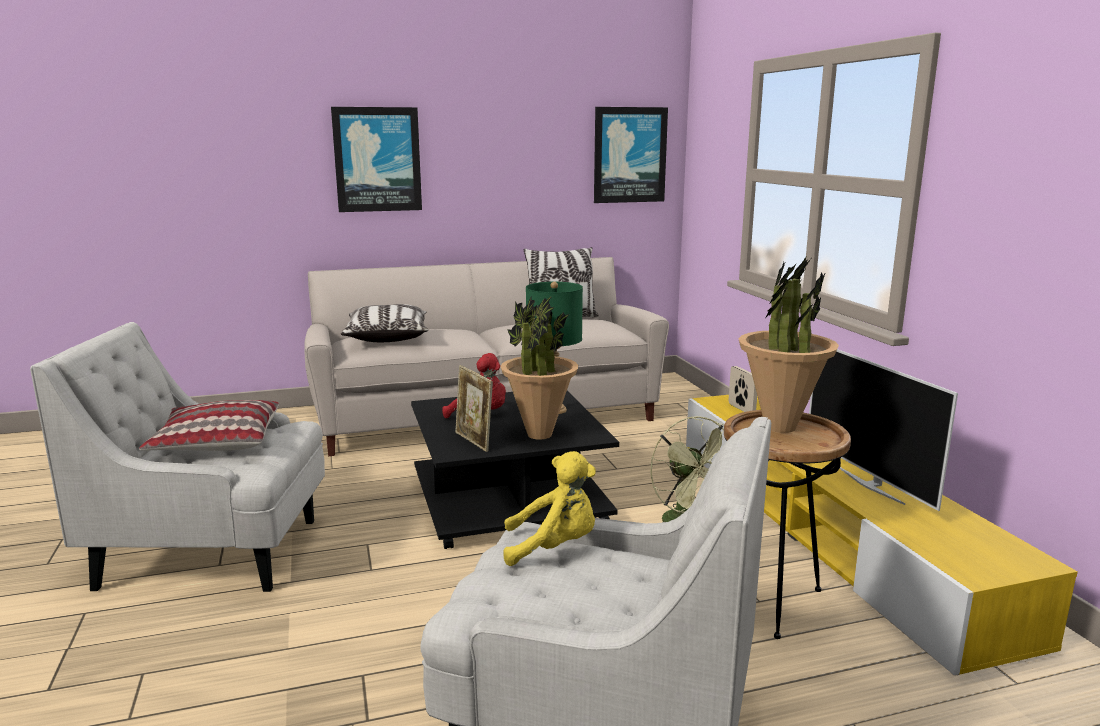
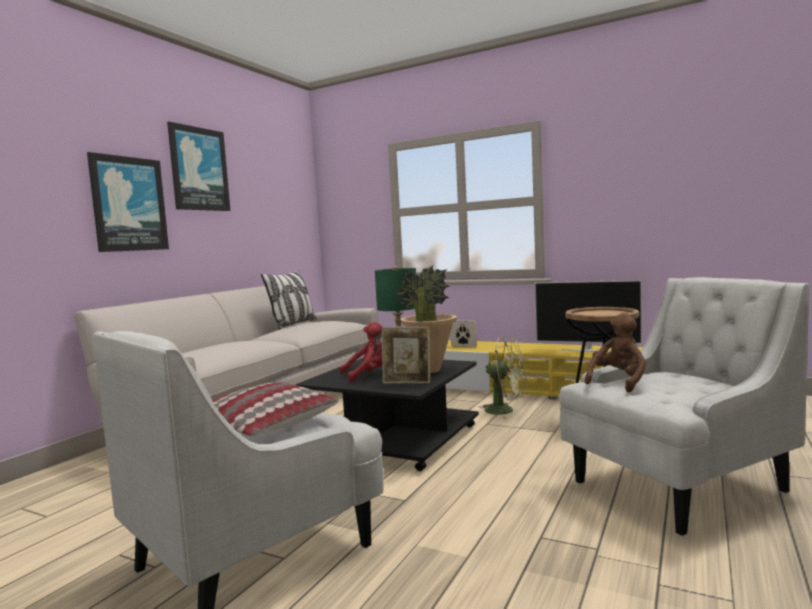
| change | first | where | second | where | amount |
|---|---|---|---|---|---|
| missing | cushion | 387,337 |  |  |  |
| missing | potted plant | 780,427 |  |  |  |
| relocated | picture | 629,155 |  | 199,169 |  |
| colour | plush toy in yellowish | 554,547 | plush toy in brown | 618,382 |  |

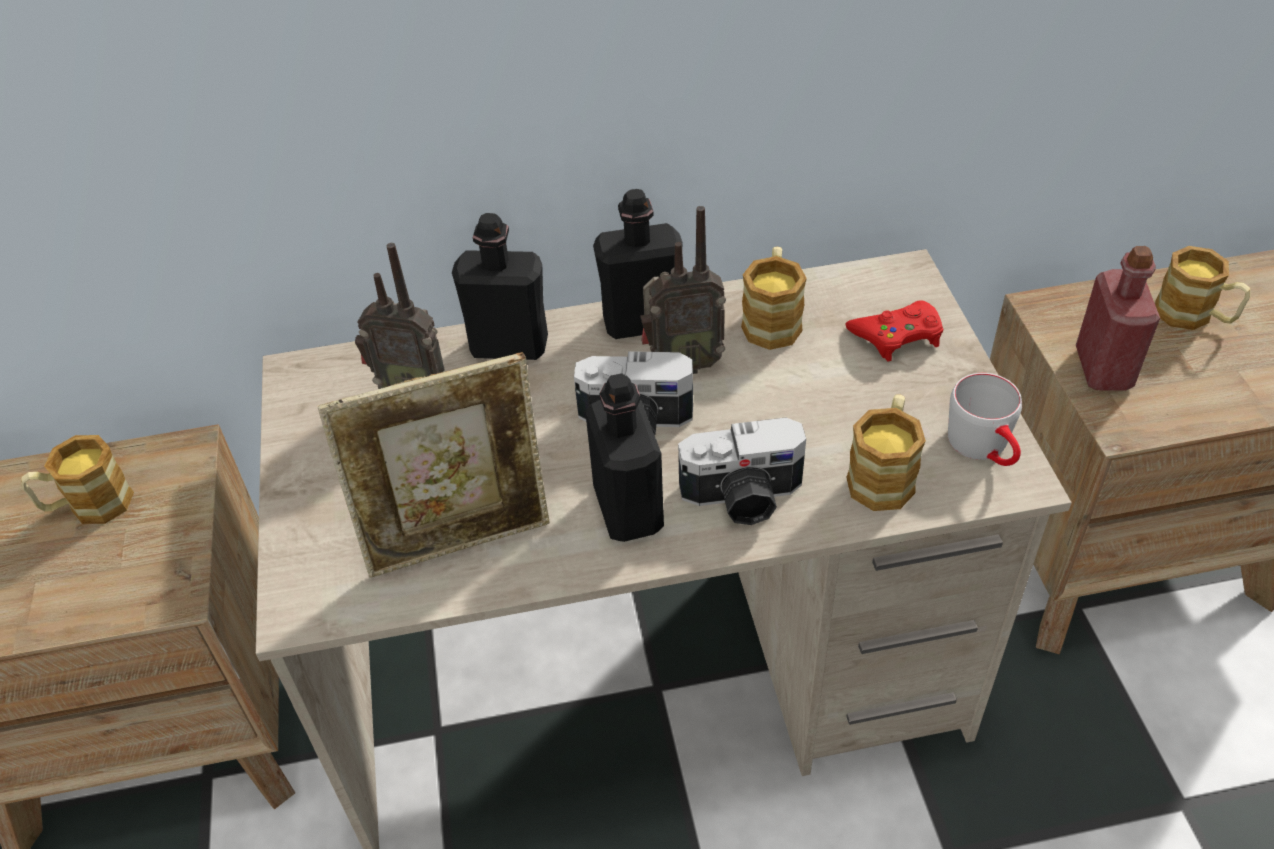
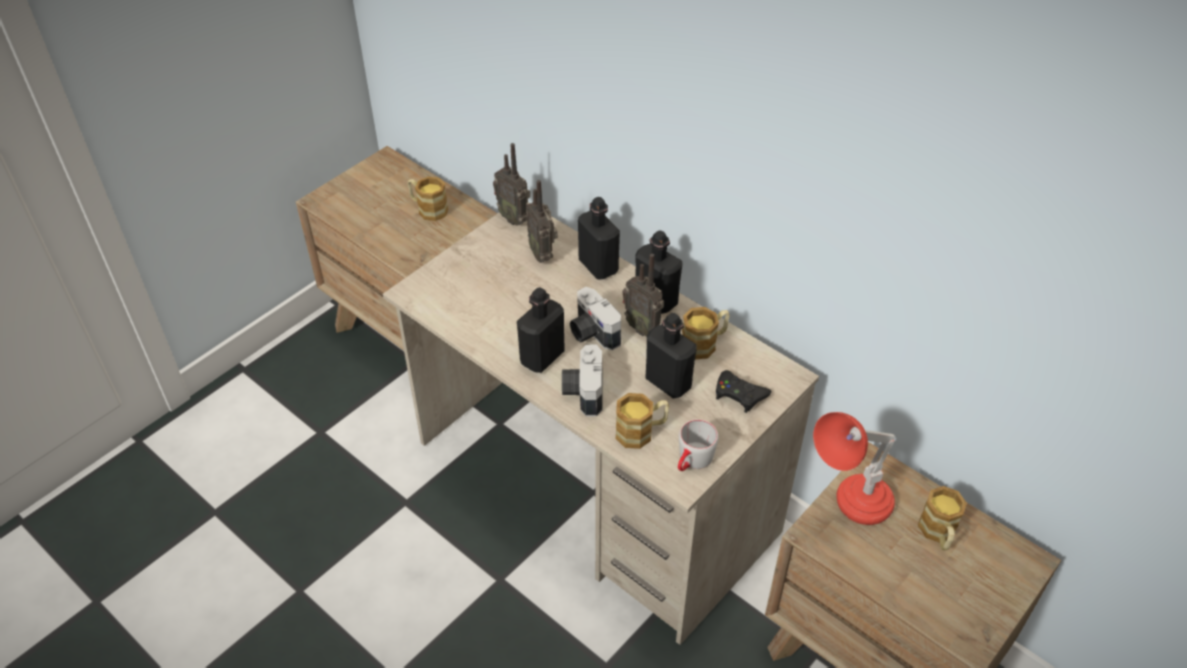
| change | first | where | second | where | amount |
|---|---|---|---|---|---|
| missing | standing frame | 460,541 |  |  |  |
| appeared |  |  | radio | 514,218 |  |
| appeared |  |  | beverage bottle in black-coloured | 668,382 |  |
| exchanged | beverage bottle in red | 1103,368 | tabletop lamp in red | 849,508 |  |
| colour | game controller in red | 897,335 | game controller in black-coloured | 739,394 |  |
| spun | still camera | 743,498 |  | 582,391 | 45 degrees clockwise |

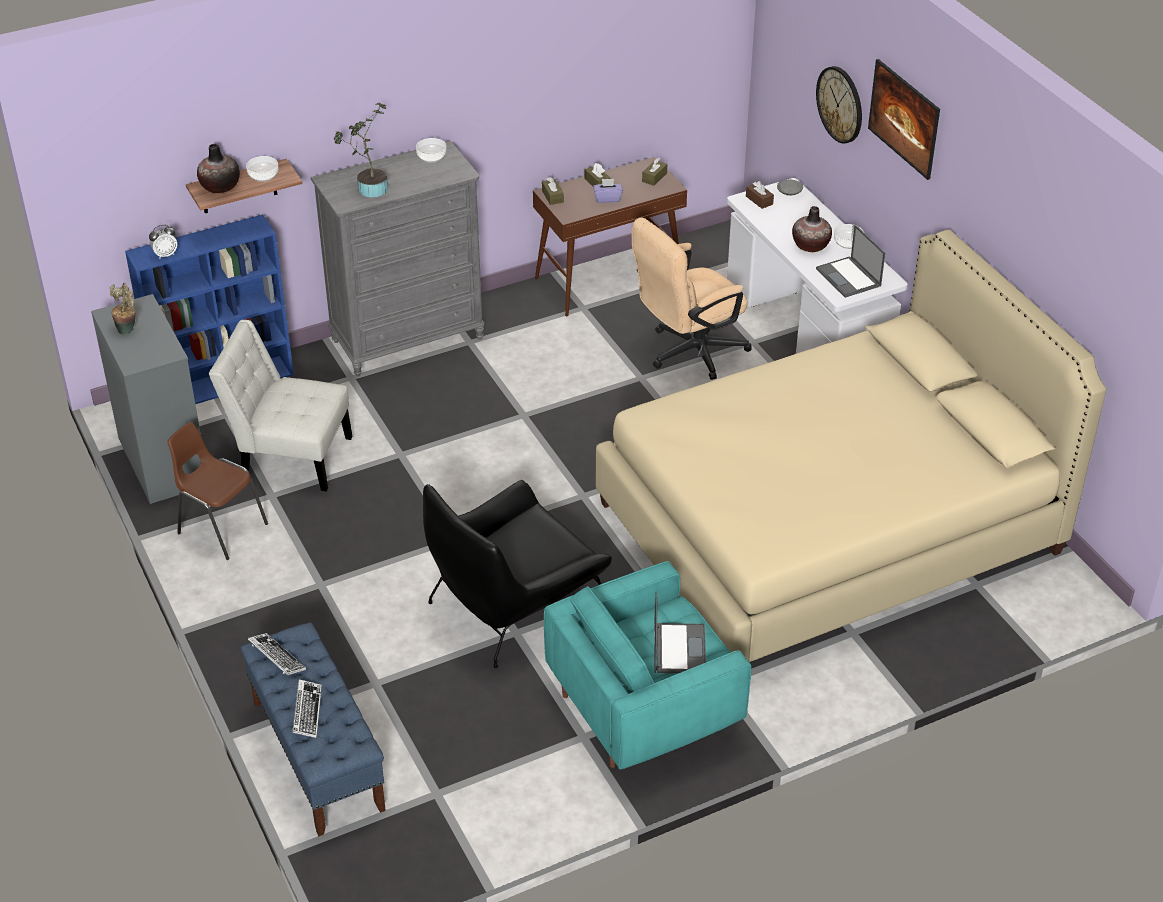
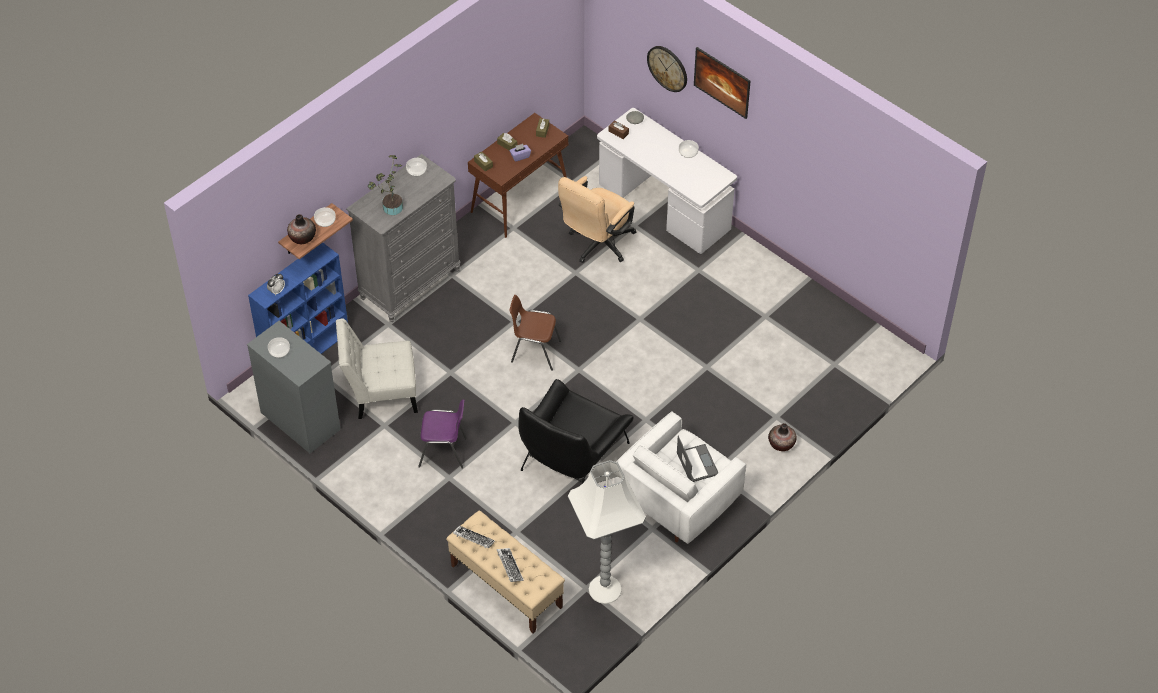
| change | first | where | second | where | amount |
|---|---|---|---|---|---|
| missing | sleeping bed in beige-coloured | 828,527 |  |  |  |
| missing | notebook computer | 849,278 |  |  |  |
| appeared |  |  | plain chair in purple-coloured | 444,452 |  |
| appeared |  |  | floor lamp in white | 604,589 |  |
| relocated | plain chair in brown | 220,528 |  | 534,351 |  |
| relocated | flower vase | 810,246 |  | 781,444 |  |
| exchanged | potted plant | 127,329 | bowl | 279,351 |  |
| colour | long seat in bluish | 317,755 | long seat in beige-coloured | 506,586 |  |
| colour | lounge chair in turquoise | 646,706 | lounge chair in white | 679,499 |  |

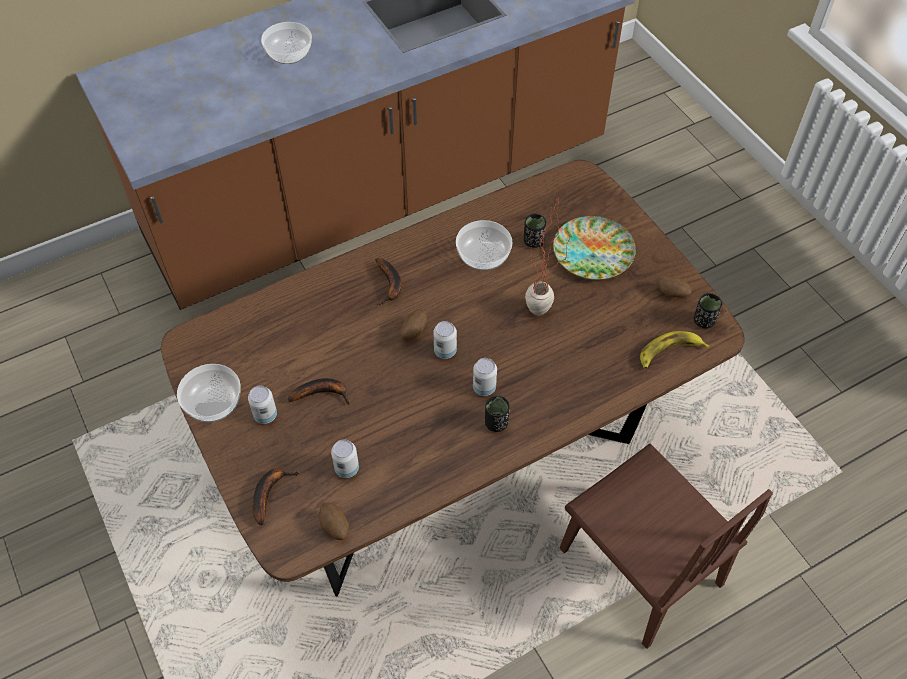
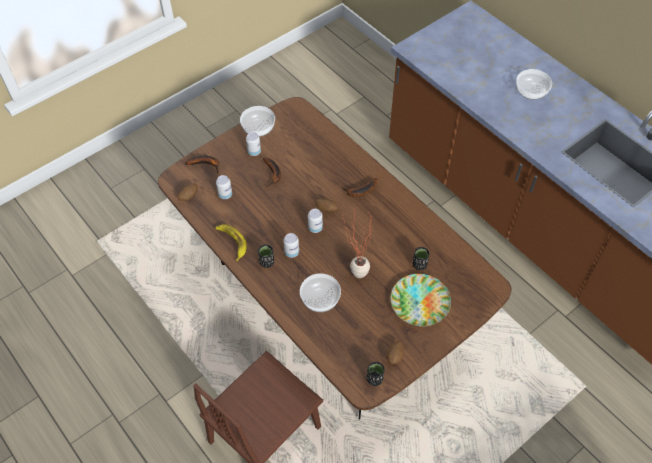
| change | first | where | second | where | amount |
|---|---|---|---|---|---|
| relocated | bowl | 484,256 |  | 320,299 |  |
| relocated | banana | 669,352 |  | 232,242 |  |

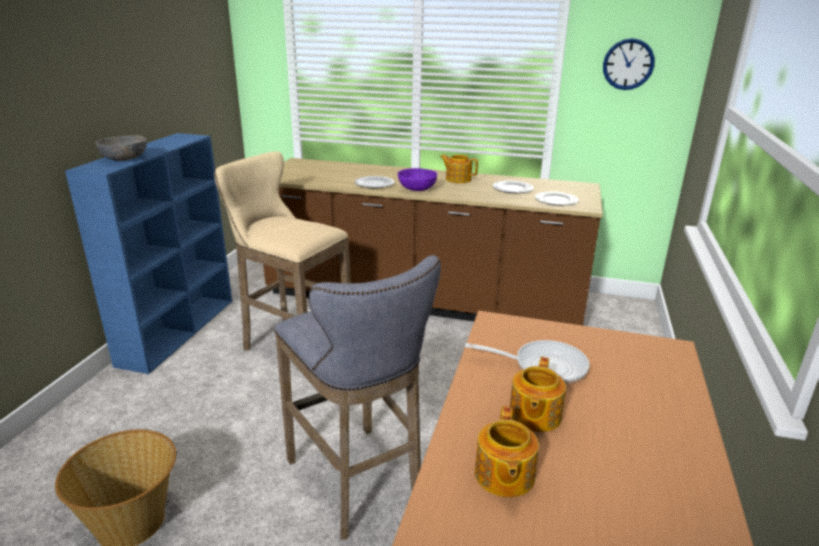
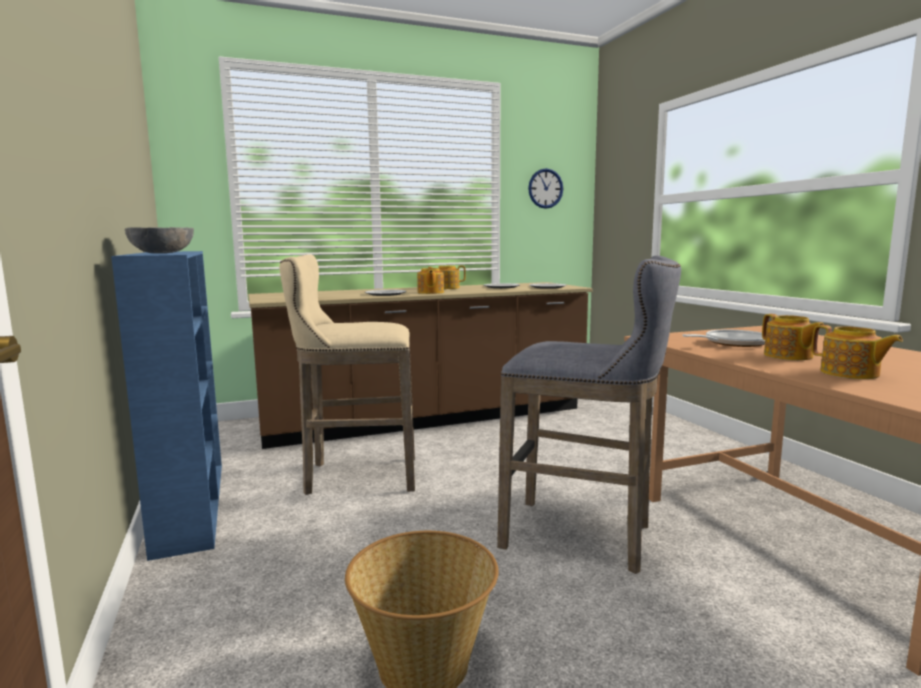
| change | first | where | second | where | amount |
|---|---|---|---|---|---|
| exchanged | bowl in purple-coloured | 417,189 | pot for tea | 430,292 |  |

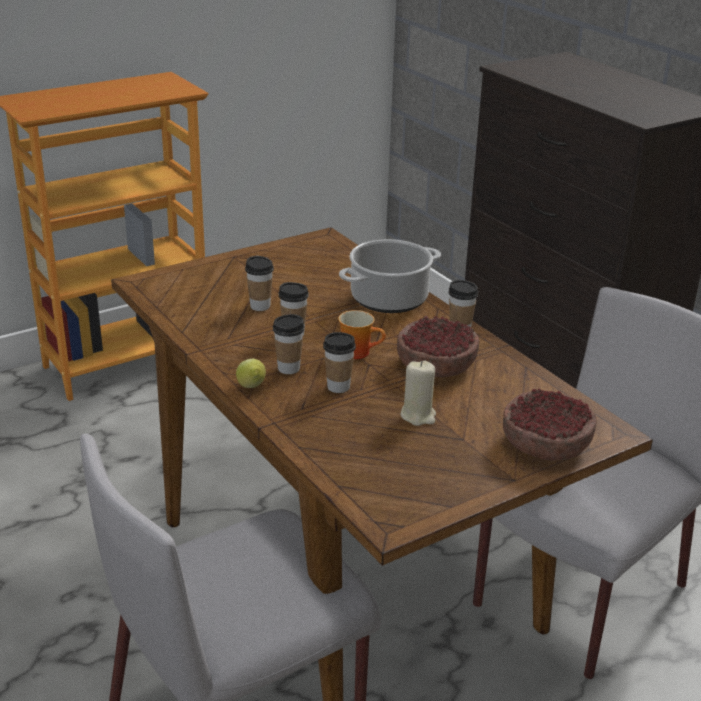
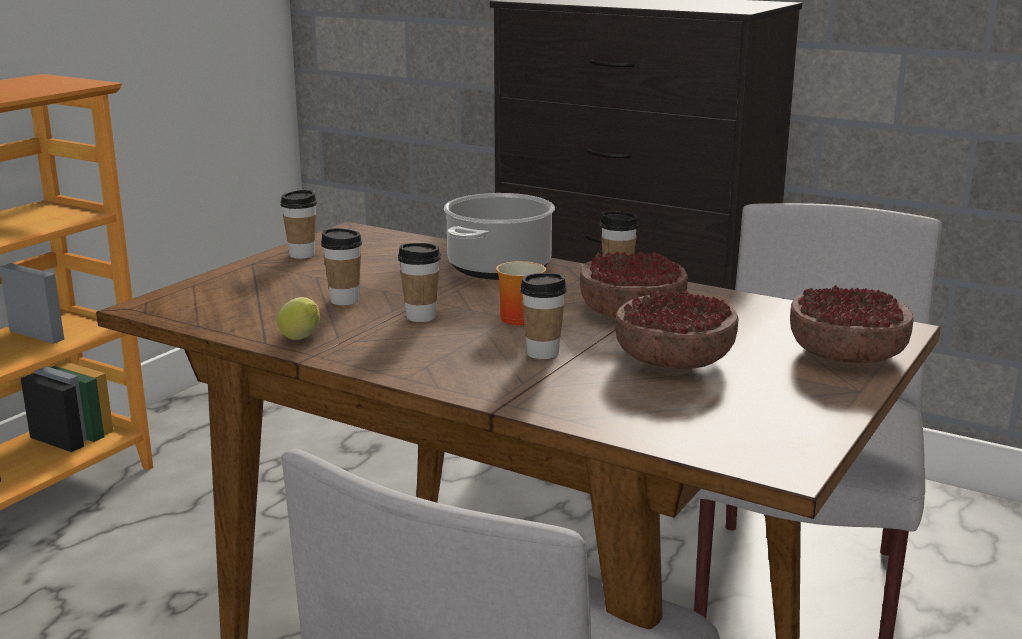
| change | first | where | second | where | amount |
|---|---|---|---|---|---|
| relocated | lemon | 251,388 |  | 301,339 |  |
| relocated | small cup | 288,368 |  | 302,255 |  |
| exchanged | wax candle in beige-coloured | 418,415 | bowl | 673,359 |  |

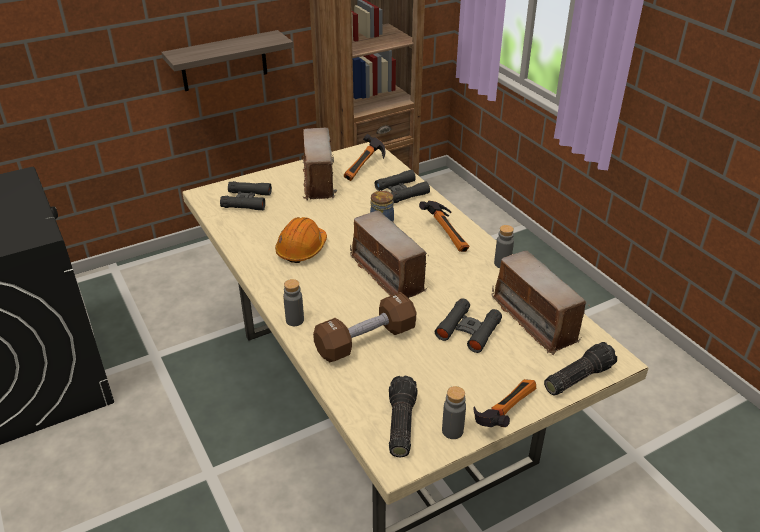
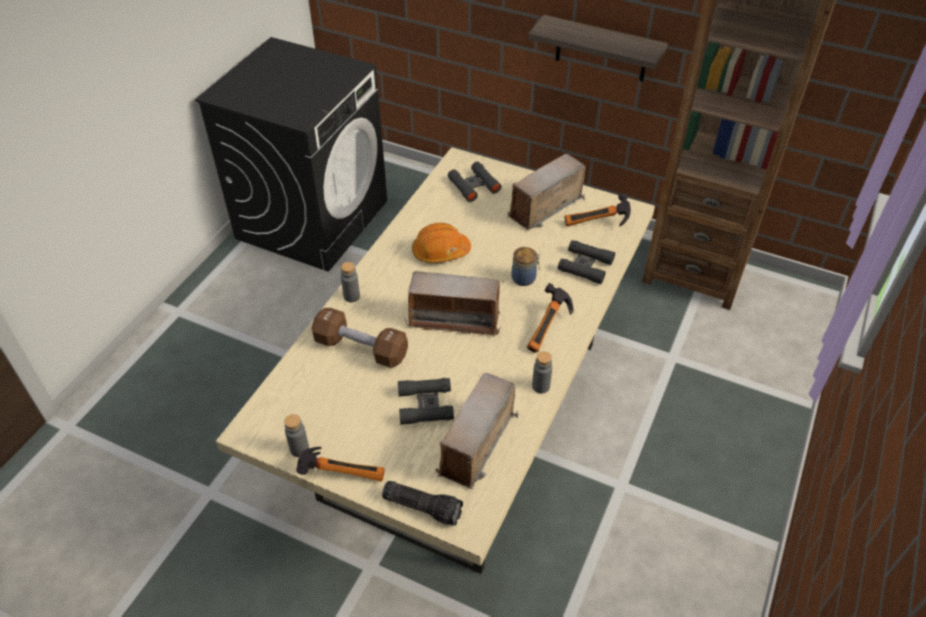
| change | first | where | second | where | amount |
|---|---|---|---|---|---|
| missing | flashlight | 399,424 |  |  |  |
| spun | radio | 388,274 |  | 454,319 | 105 degrees counterclockwise |

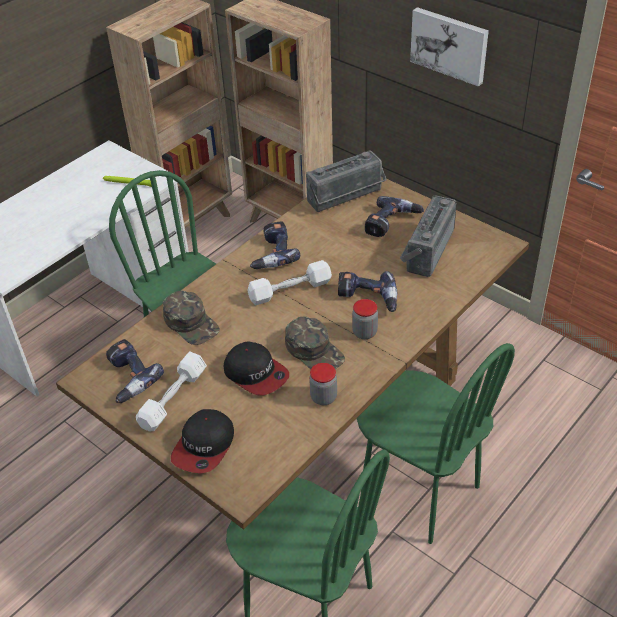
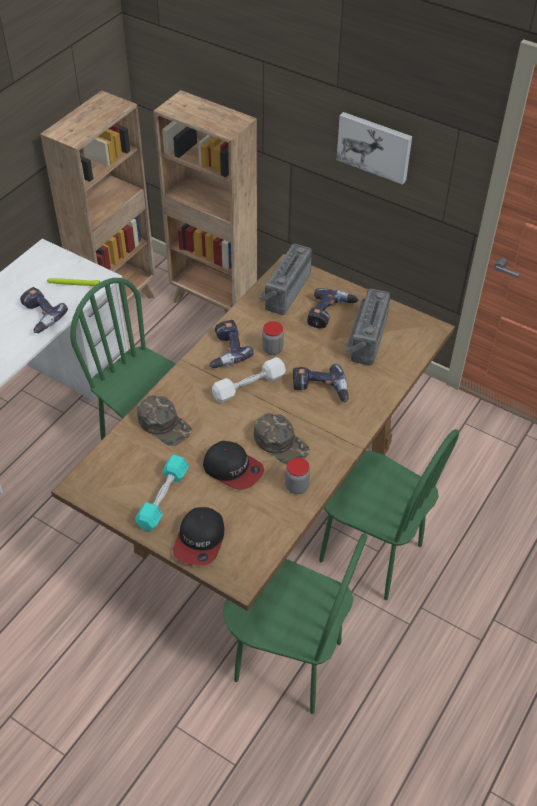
| change | first | where | second | where | amount |
|---|---|---|---|---|---|
| relocated | drill | 128,378 |  | 39,316 |  |
| relocated | preserve jar | 364,332 |  | 272,349 |  |
| colour | free weight in white | 173,398 | free weight in turquoise | 163,498 |  |
| spun | radio | 346,198 |  | 284,290 | 150 degrees clockwise |

